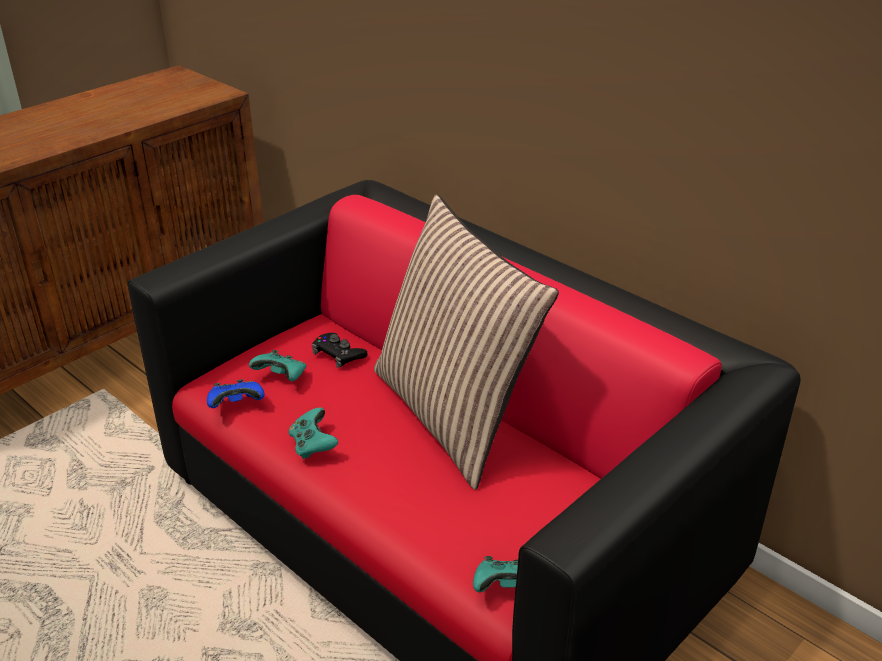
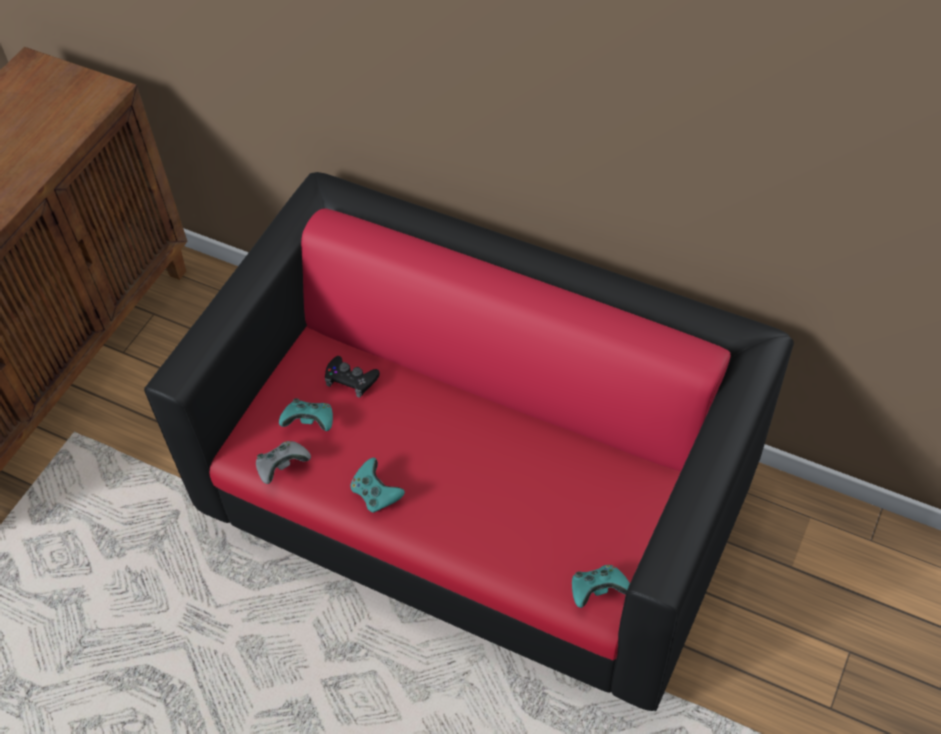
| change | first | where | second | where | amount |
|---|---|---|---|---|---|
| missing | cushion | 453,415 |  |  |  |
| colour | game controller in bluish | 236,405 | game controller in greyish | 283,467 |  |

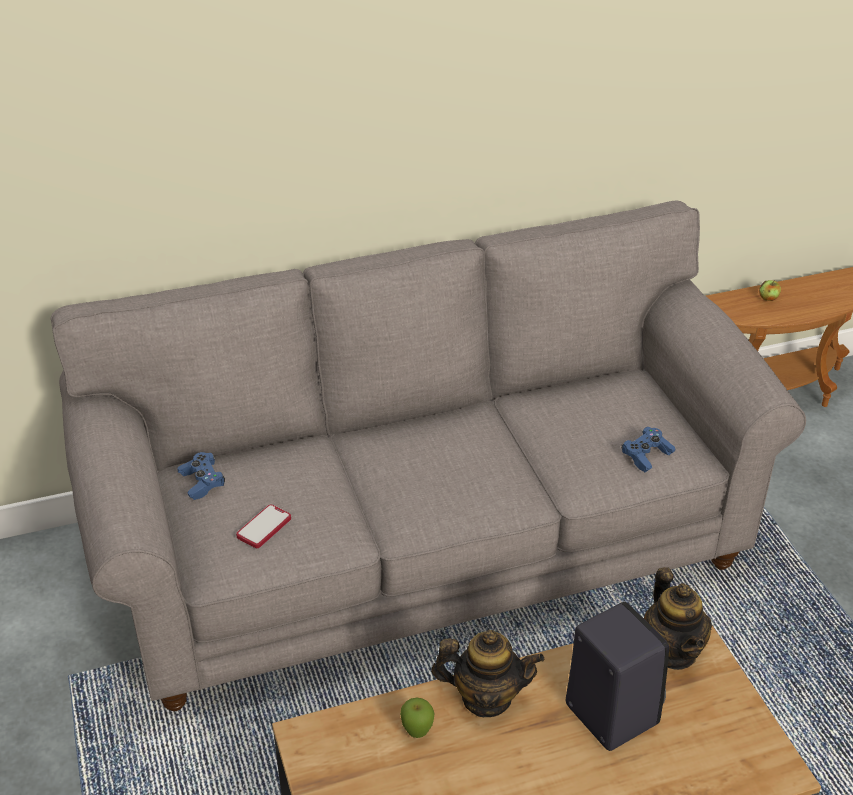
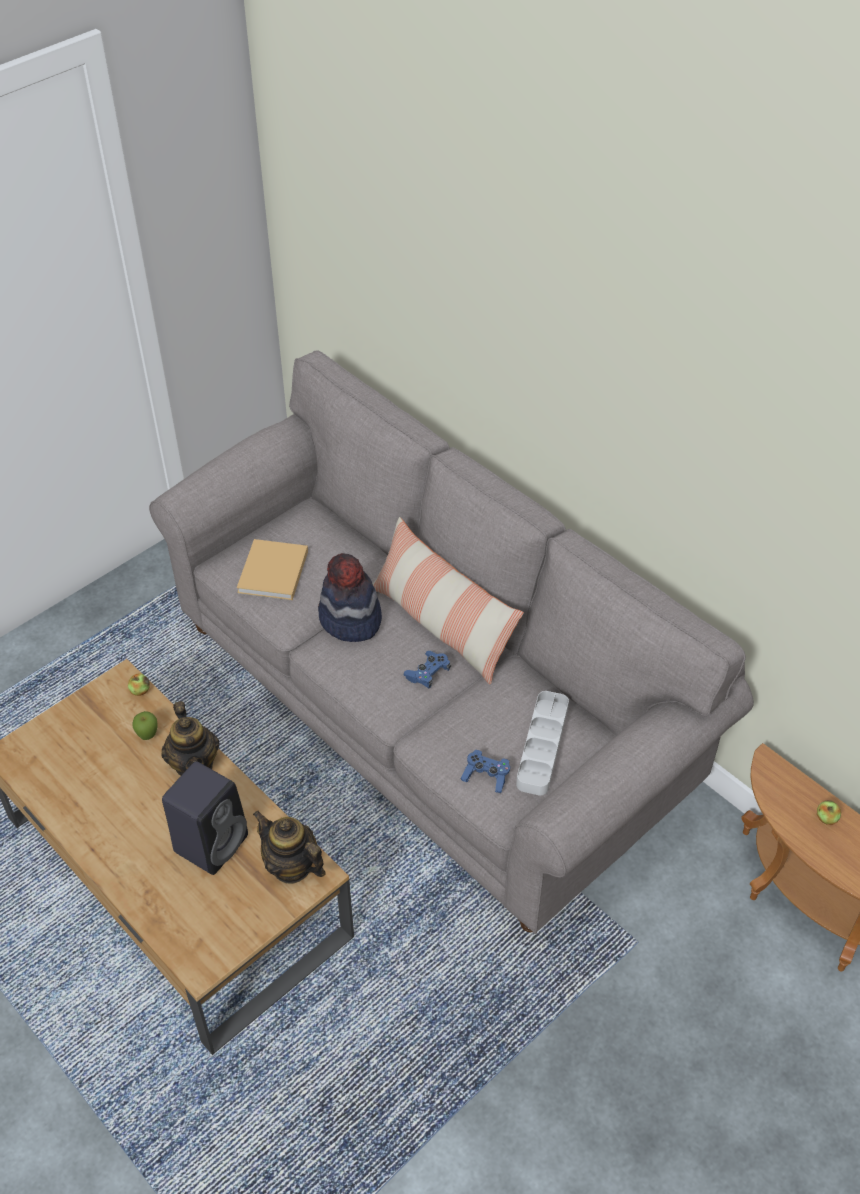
| change | first | where | second | where | amount |
|---|---|---|---|---|---|
| appeared |  |  | apple fruit | 140,690 |  |
| appeared |  |  | clothing hat | 350,620 |  |
| appeared |  |  | cushion | 442,625 |  |
| appeared |  |  | serving tray in greyish | 542,746 |  |
| relocated | game controller in bluish | 202,482 |  | 428,674 |  |
| exchanged | handset | 264,527 | volume in beige-coloured | 272,573 |  |
| spun | pot for tea | 672,651 |  | 291,866 | 75 degrees clockwise |

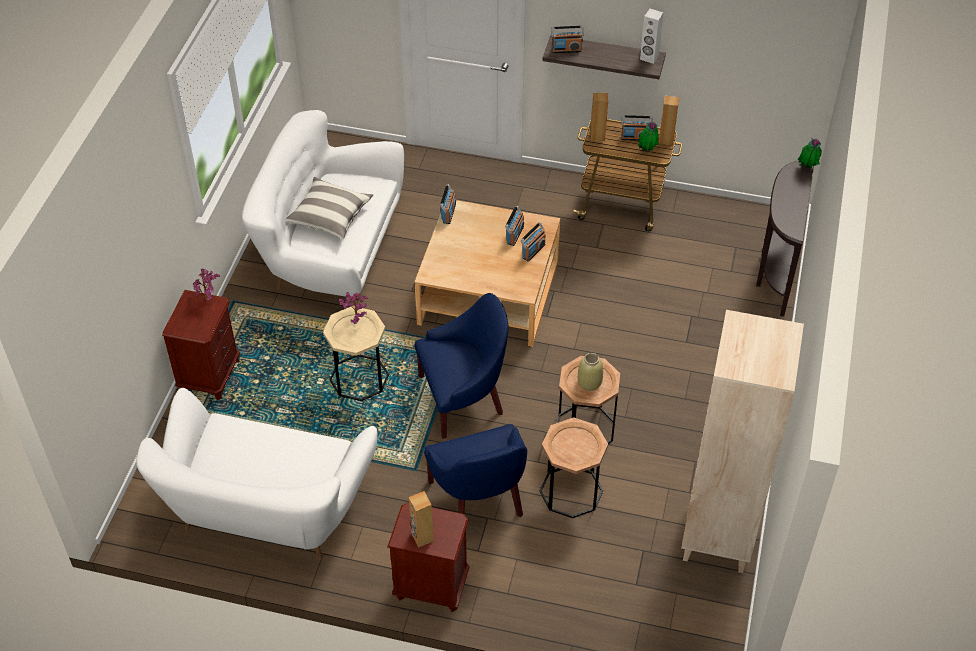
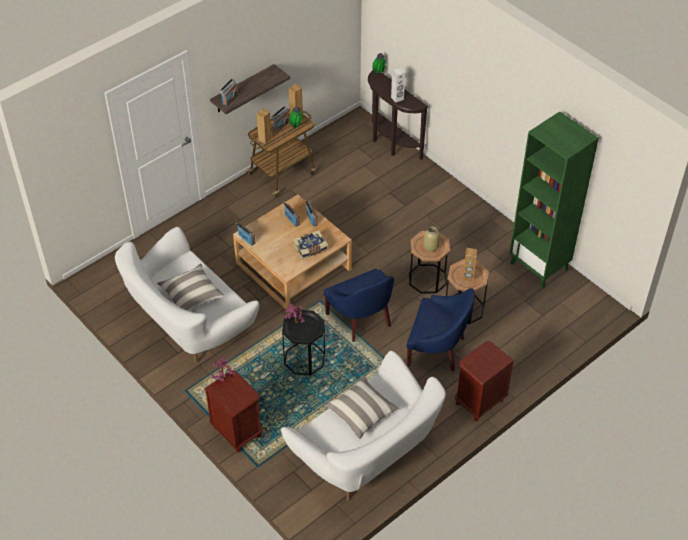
| change | first | where | second | where | amount |
|---|---|---|---|---|---|
| appeared |  |  | volume | 310,249 |  |
| appeared |  |  | cushion | 361,412 |  |
| relocated | loudspeaker in brown | 422,537 |  | 468,278 |  |
| relocated | loudspeaker in white | 649,58 |  | 397,98 |  |
| colour | side table in beige-coloured | 359,378 | side table in black-coloured | 304,359 |  |
| colour | shelving unit in beige-coloured | 718,537 | shelving unit in green | 539,266 |  |
| spun | lounge chair in bluish | 463,398 |  | 361,319 | 135 degrees clockwise |

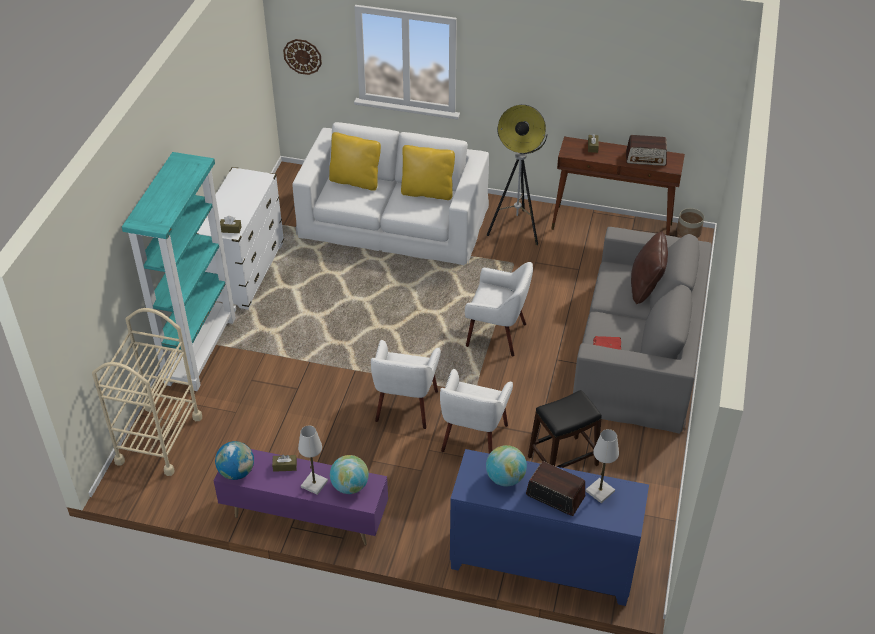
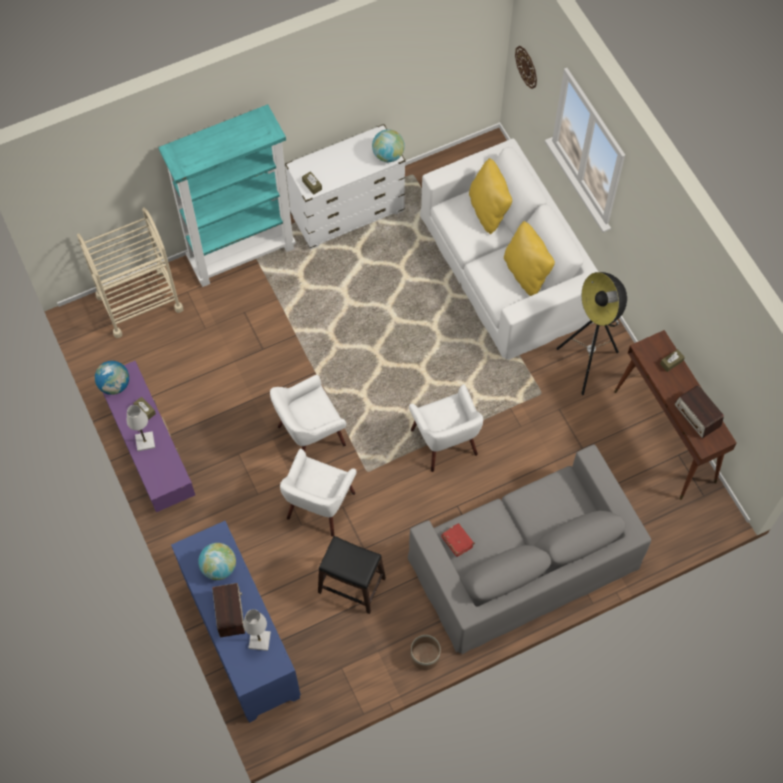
| change | first | where | second | where | amount |
|---|---|---|---|---|---|
| missing | cushion in brown | 645,287 |  |  |  |
| relocated | desk globe | 350,486 |  | 388,155 |  |
| relocated | plant pot | 688,232 |  | 425,656 |  |
| spun | lounge chair in white | 473,438 |  | 319,506 | 45 degrees counterclockwise |

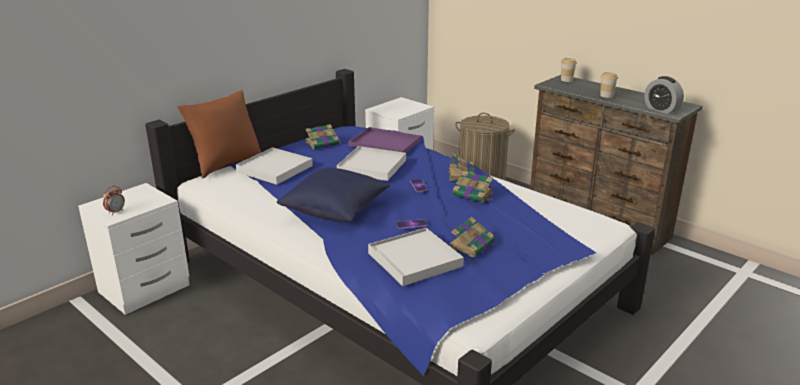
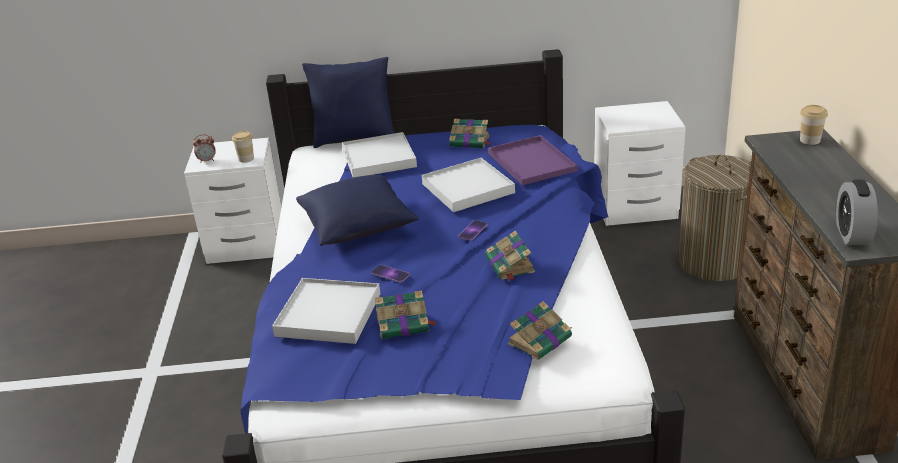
| change | first | where | second | where | amount |
|---|---|---|---|---|---|
| relocated | volume | 461,174 |  | 541,340 |  |
| relocated | small cup | 606,95 |  | 246,159 |  |
| colour | cushion in brown | 226,164 | cushion in bluish | 354,138 |  |

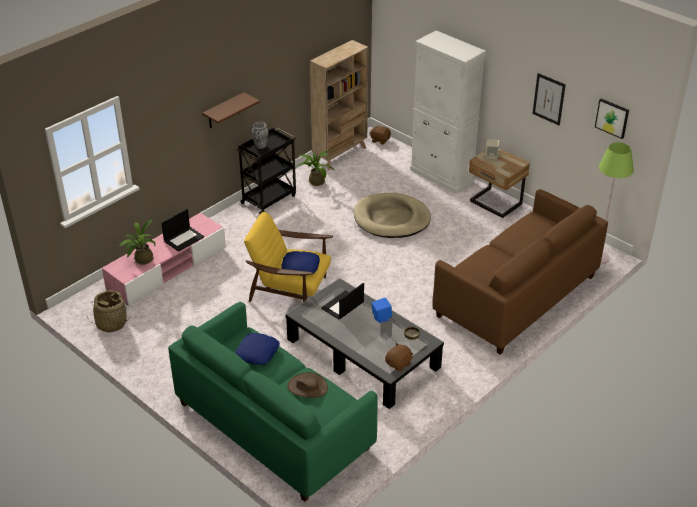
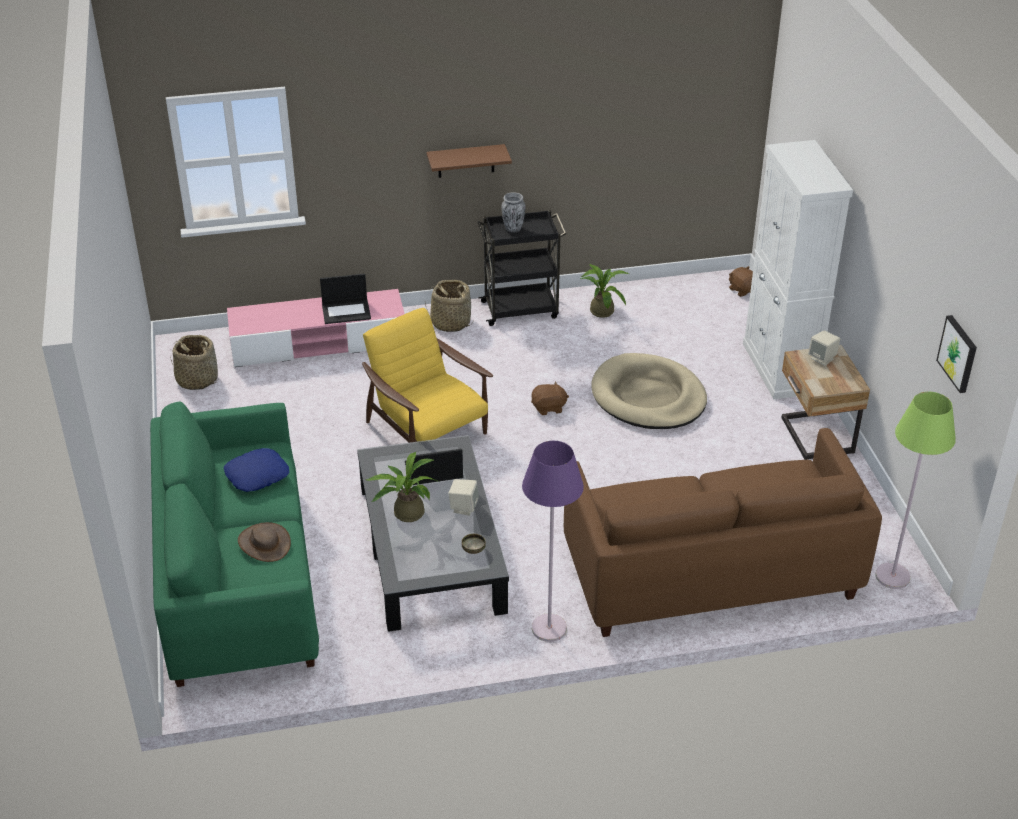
| change | first | where | second | where | amount |
|---|---|---|---|---|---|
| missing | cushion in bluish | 300,266 |  |  |  |
| missing | shelving unit in beige-coloured | 340,154 |  |  |  |
| missing | picture | 549,99 |  |  |  |
| appeared |  |  | basket | 450,322 |  |
| appeared |  |  | floor lamp in purple-coloured | 549,628 |  |
| relocated | potted plant | 141,260 |  | 405,512 |  |
| relocated | plush toy in brown | 399,364 |  | 549,408 |  |
| colour | loudspeaker in bluish | 381,317 | loudspeaker in beige-coloured | 463,507 |  |

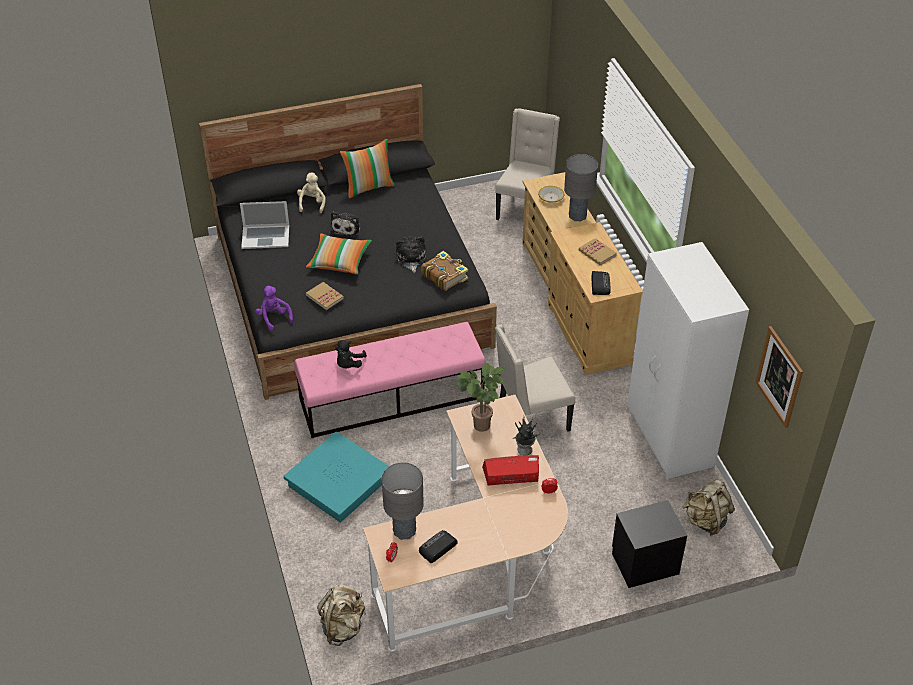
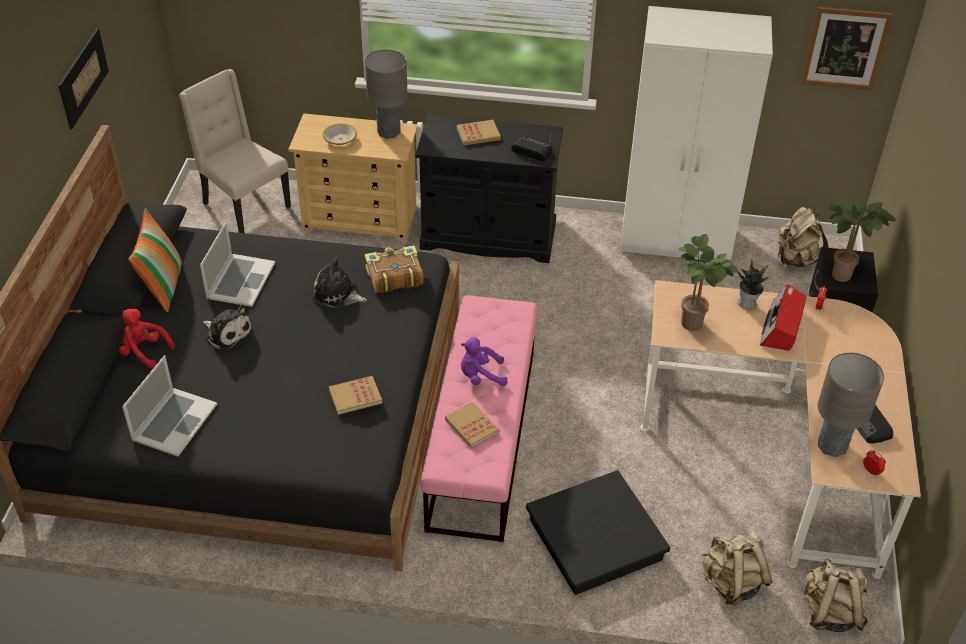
| change | first | where | second | where | amount |
|---|---|---|---|---|---|
| missing | cushion | 339,261 |  |  |  |
| missing | plain chair in beige-coloured | 531,419 |  |  |  |
| appeared |  |  | picture | 83,77 |  |
| appeared |  |  | notebook computer | 240,280 |  |
| appeared |  |  | knapsack in beige-coloured | 731,583 |  |
| appeared |  |  | potted plant | 844,274 |  |
| relocated | plush toy in purple-coloured | 274,318 |  | 480,376 |  |
| exchanged | plush toy in black-coloured | 349,364 | volume | 472,426 |  |
| colour | storage bin in turquoise | 338,482 | storage bin in black-coloured | 594,539 |  |
| colour | plush toy in beige-coloured | 312,203 | plush toy in red | 144,351 |  |
| colour | cupboard in beige-coloured | 588,334 | cupboard in black-coloured | 488,236 |  |

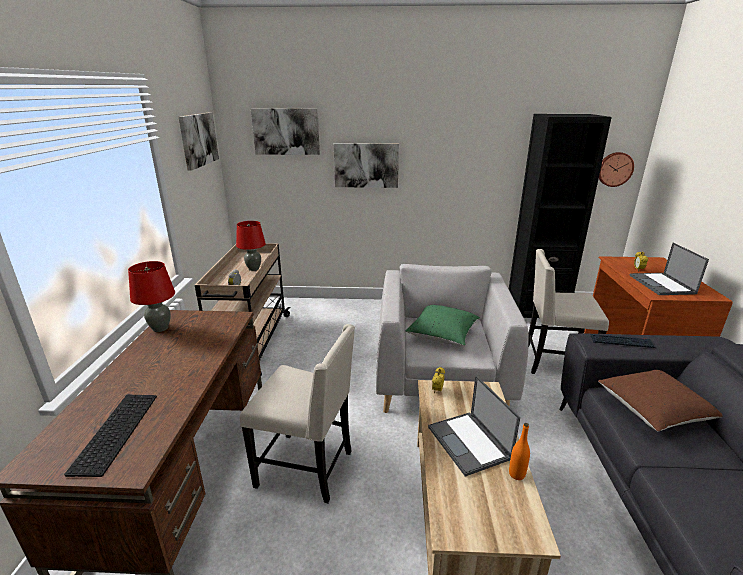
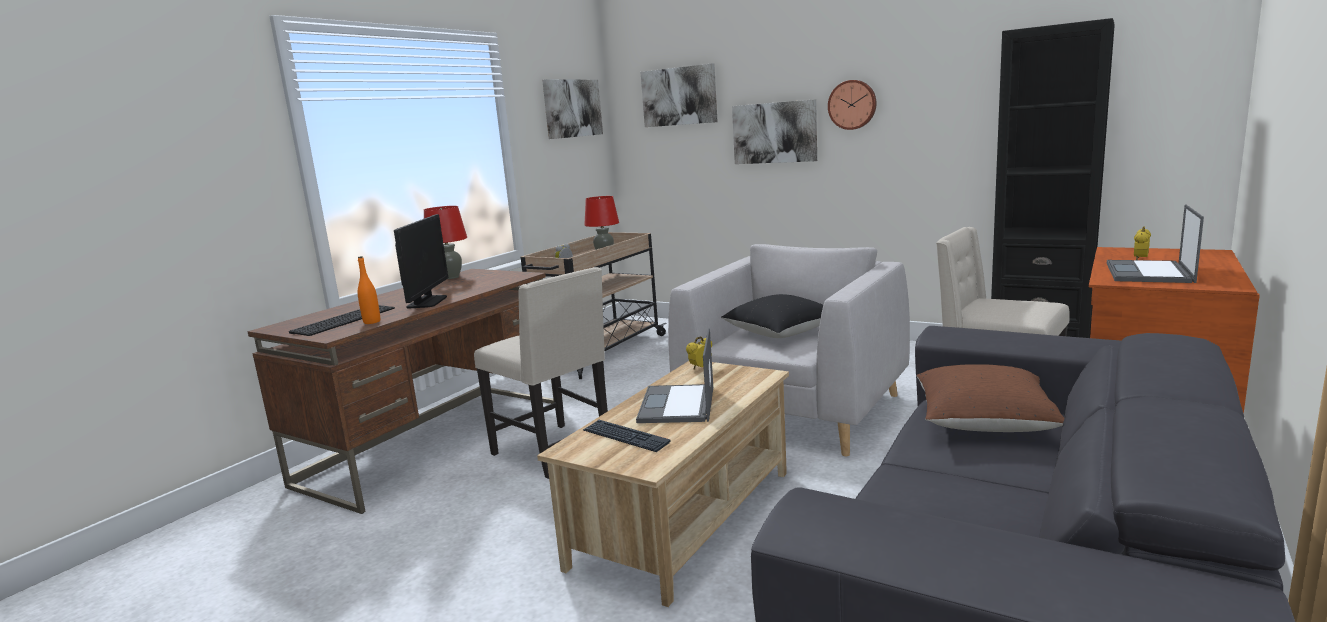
| change | first | where | second | where | amount |
|---|---|---|---|---|---|
| appeared |  |  | computer screen | 427,302 |  |
| relocated | beverage bottle in orange | 516,474 |  | 372,322 |  |
| relocated | computer keyboard | 621,342 |  | 625,437 |  |
| relocated | hanging clock | 614,169 |  | 852,104 |  |
| colour | cushion in green | 442,335 | cushion in black-coloured | 780,333 |  |

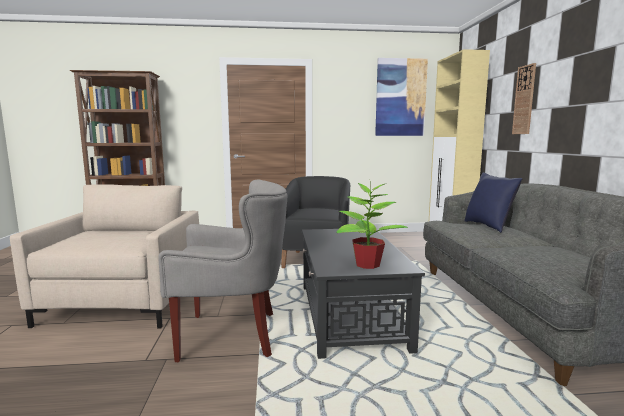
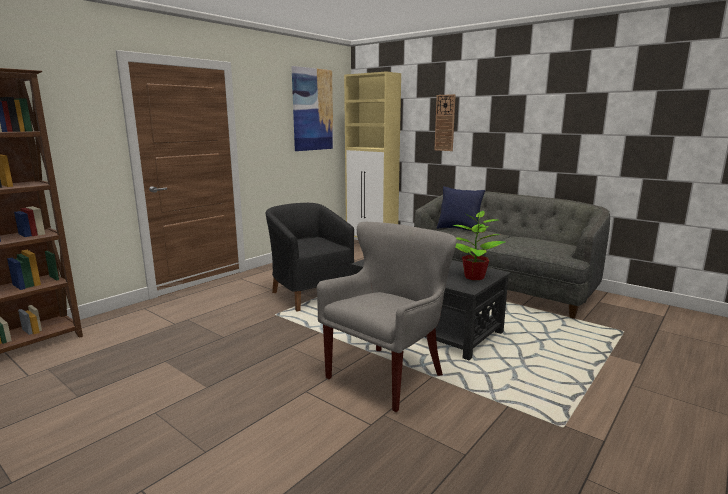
| change | first | where | second | where | amount |
|---|---|---|---|---|---|
| missing | lounge chair in beige-coloured | 125,301 |  |  |  |

